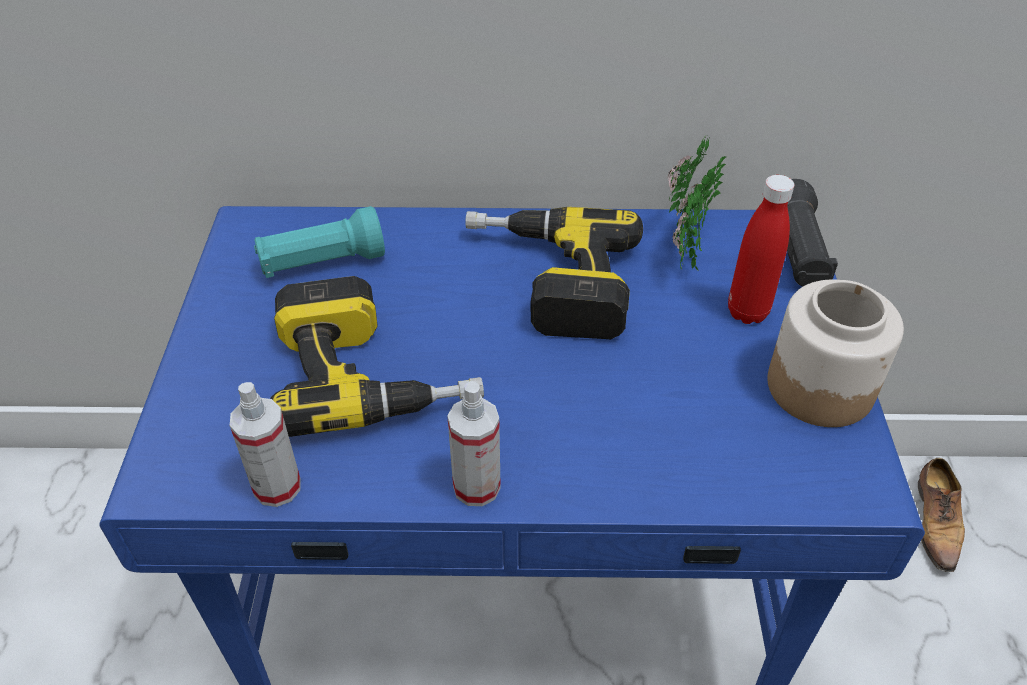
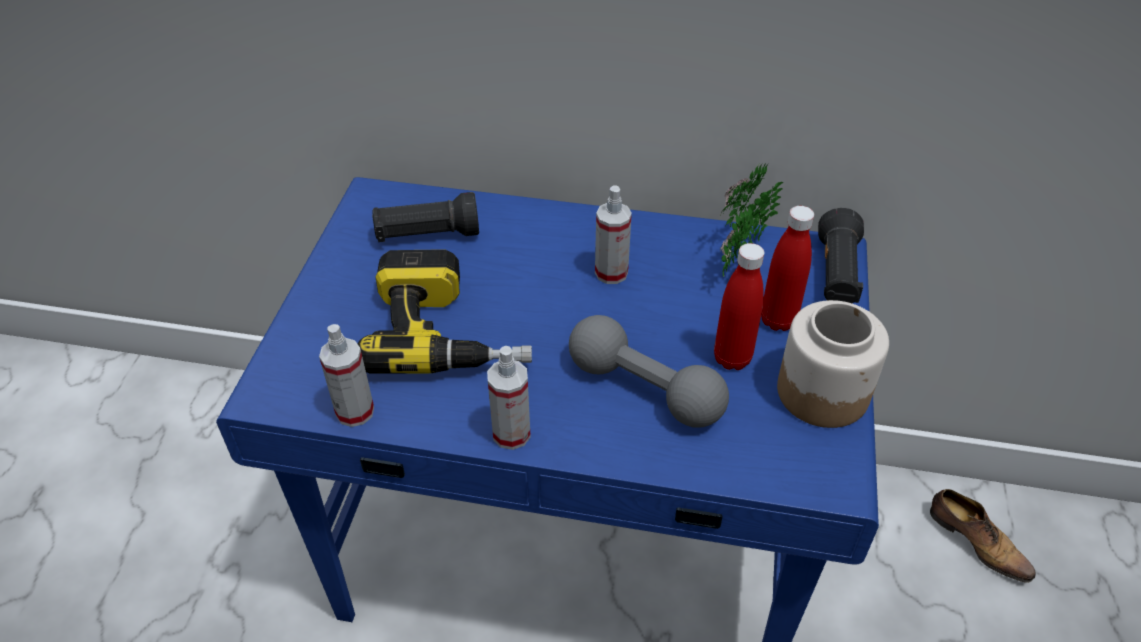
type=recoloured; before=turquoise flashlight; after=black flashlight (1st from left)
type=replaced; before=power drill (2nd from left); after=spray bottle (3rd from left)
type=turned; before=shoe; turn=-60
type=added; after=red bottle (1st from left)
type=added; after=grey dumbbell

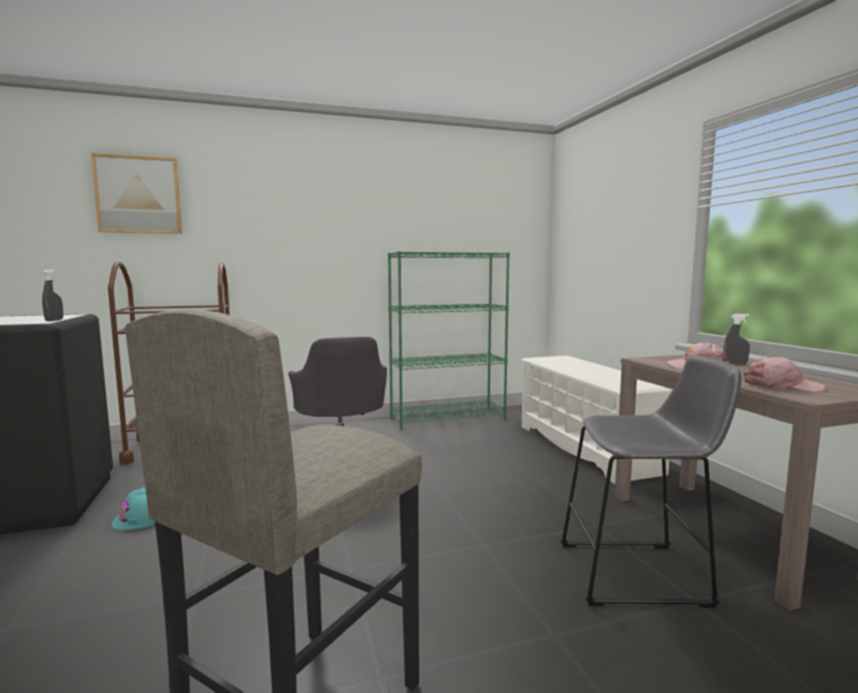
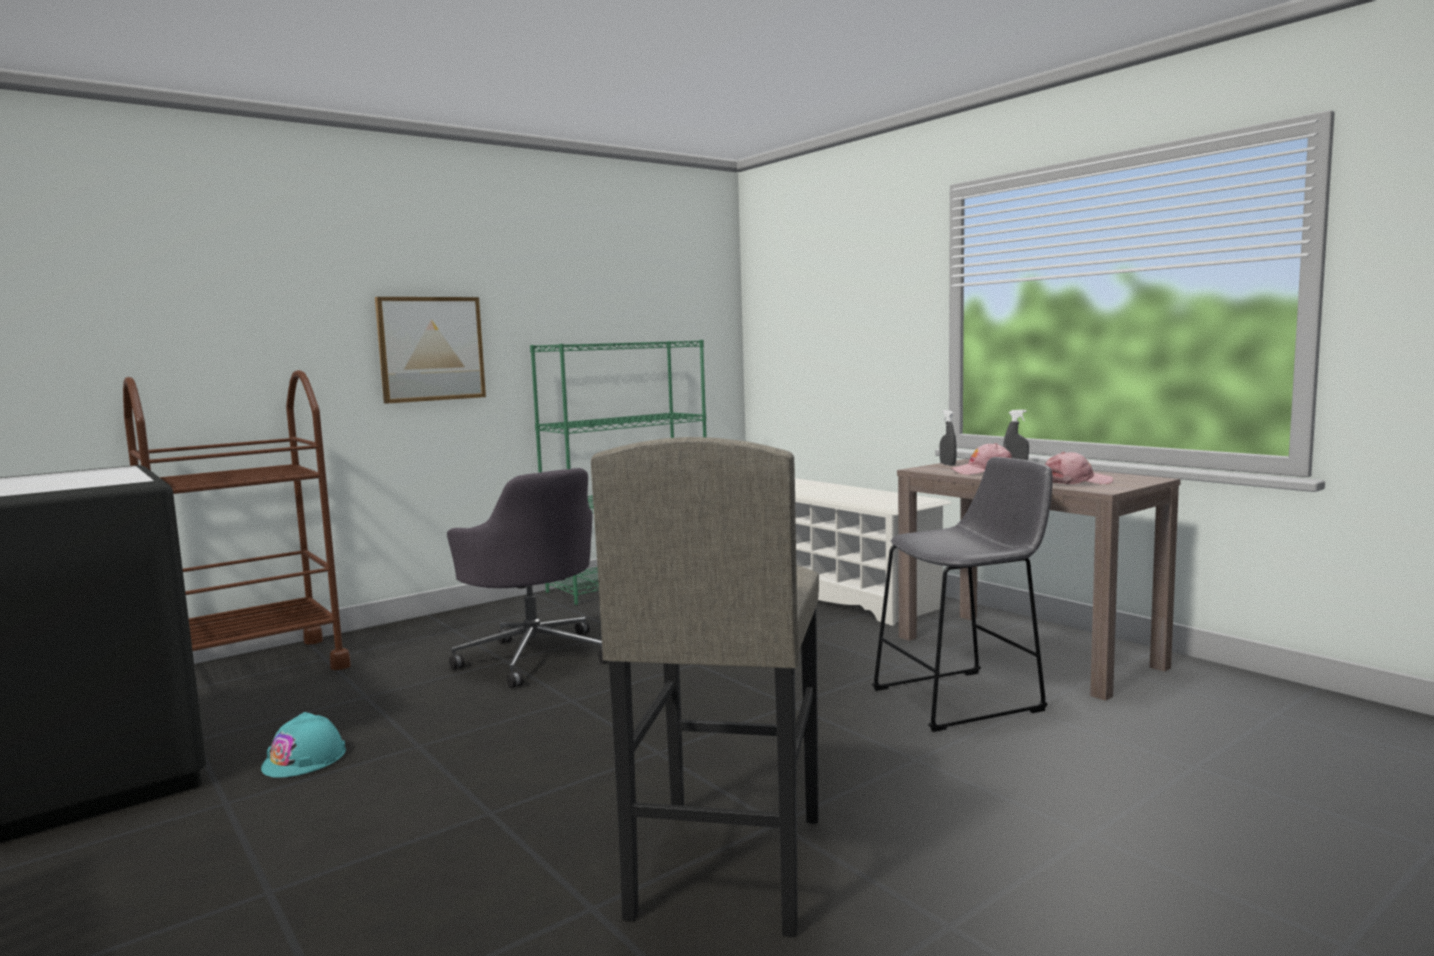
type=moved; before=picture
type=moved; before=grey spray bottle (1st from left)

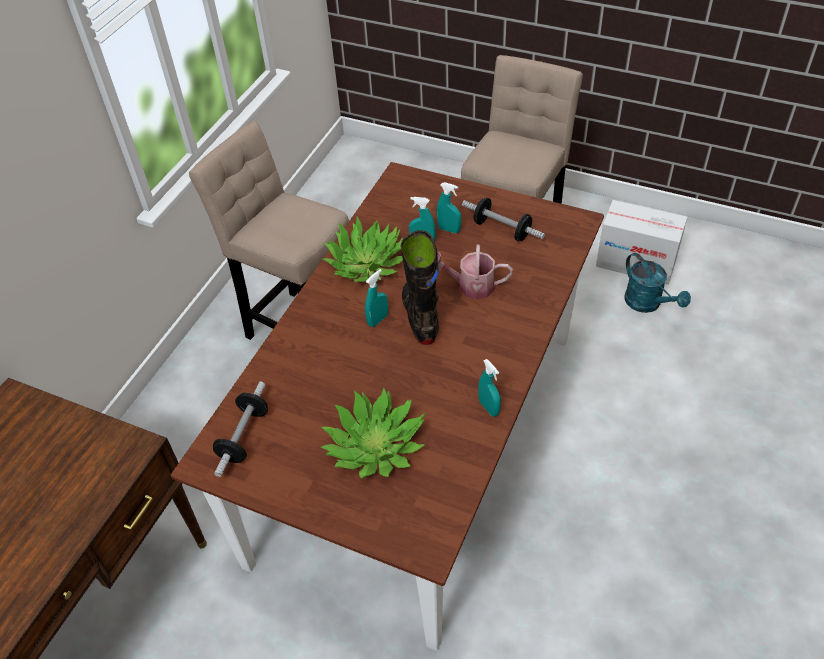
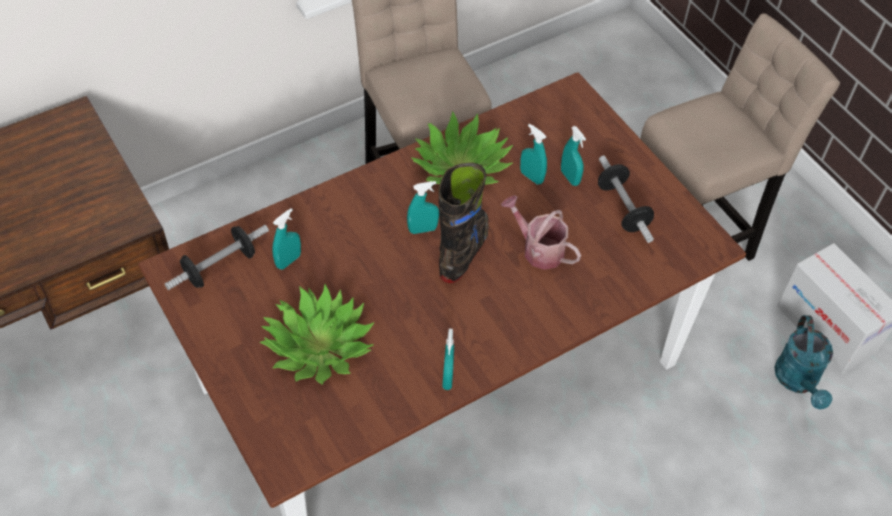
type=added; after=turquoise spray bottle (1st from left)

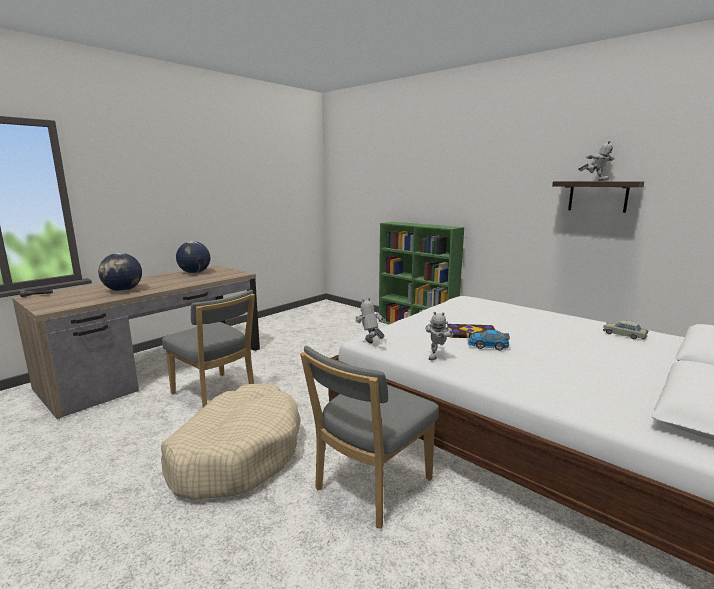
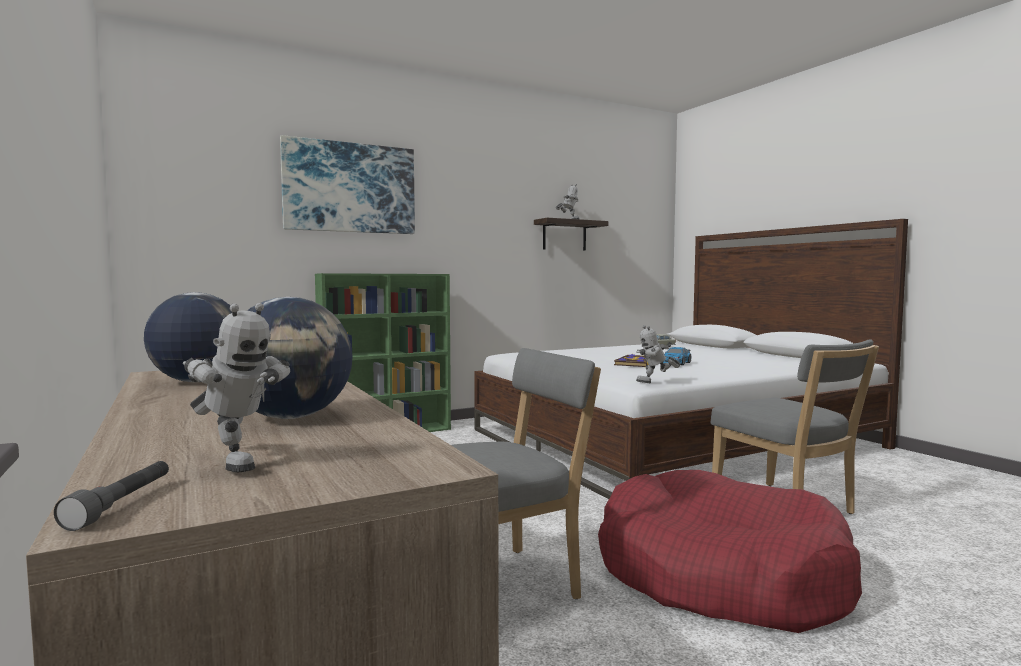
type=moved; before=toy robot (2nd from left in the first image); after=toy robot (1st from left)
type=recoloured; before=beige dog bed; after=red dog bed
type=added; after=picture

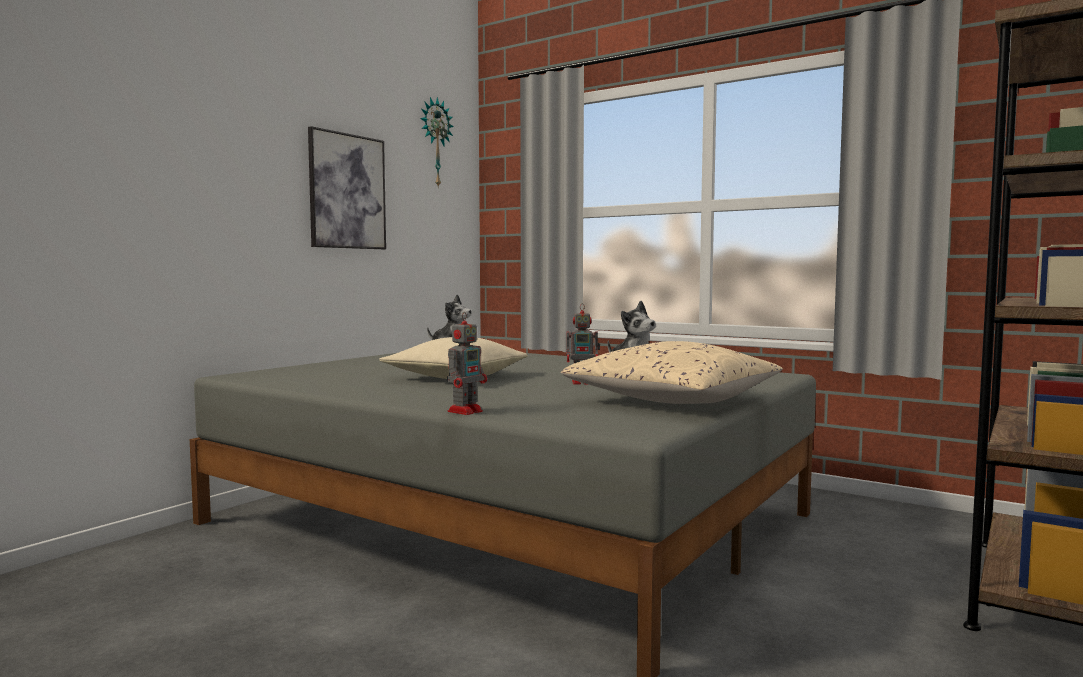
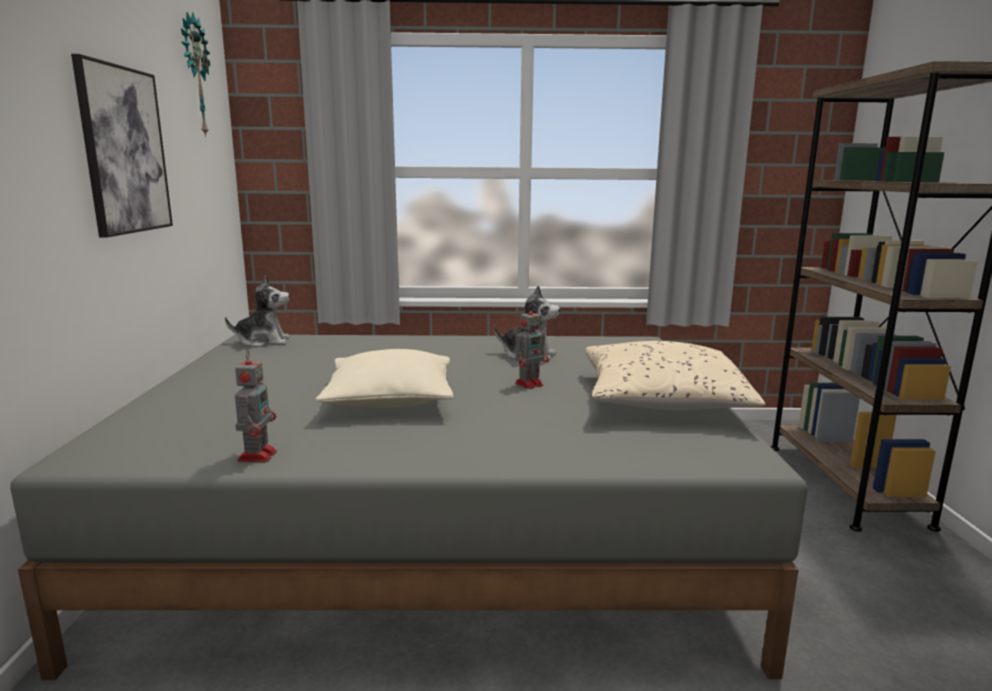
type=moved; before=toy robot (1st from left)

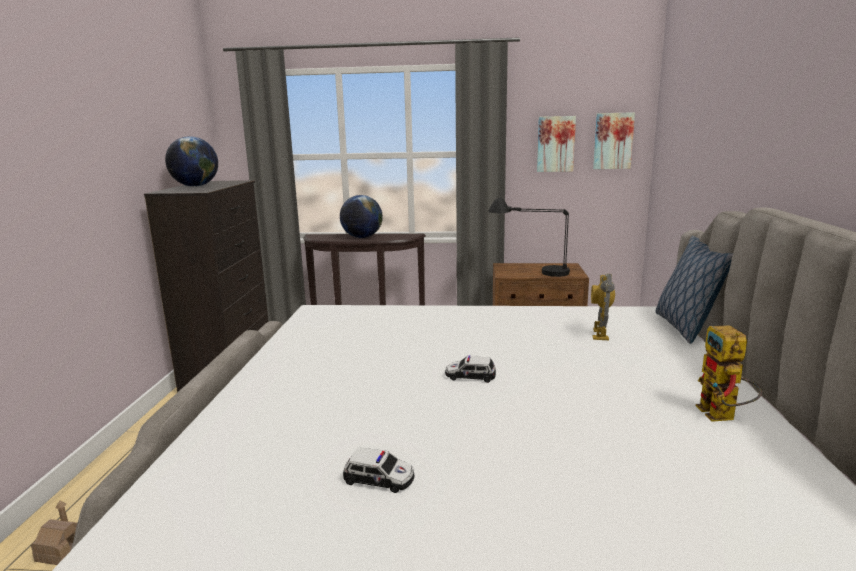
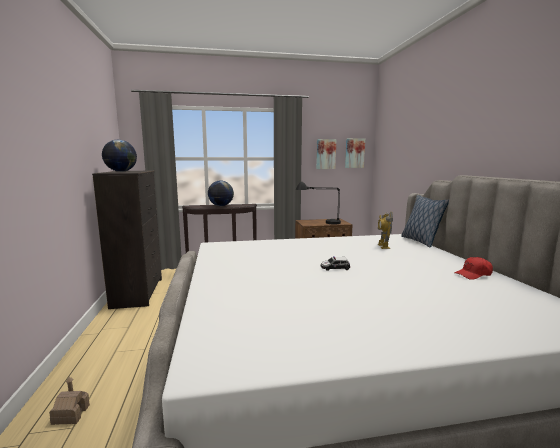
type=replaced; before=toy robot (2nd from left); after=red cap
type=removed; before=toy car (1st from left)

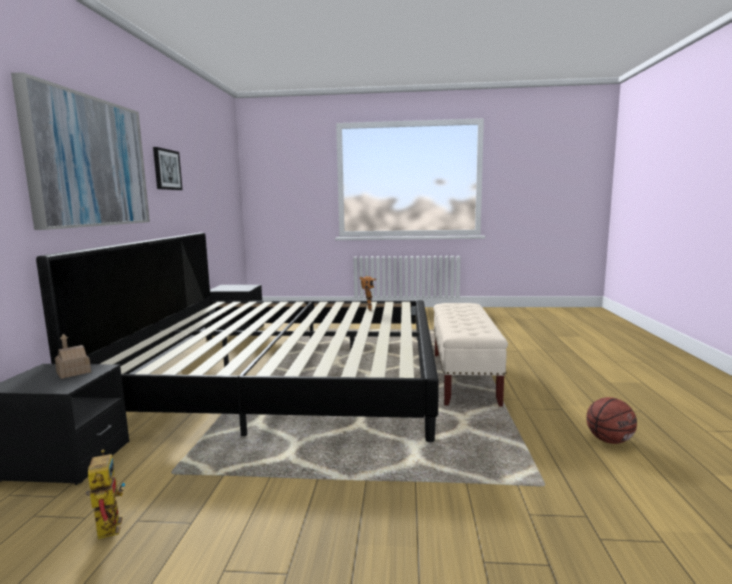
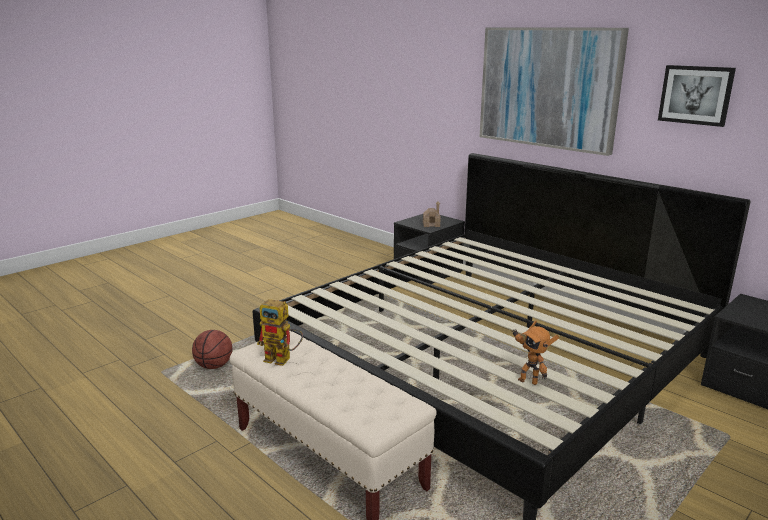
type=moved; before=basketball
type=moved; before=toy robot (1st from left)

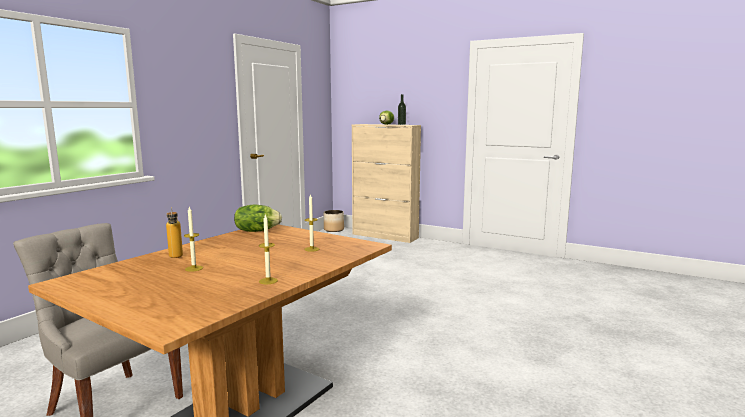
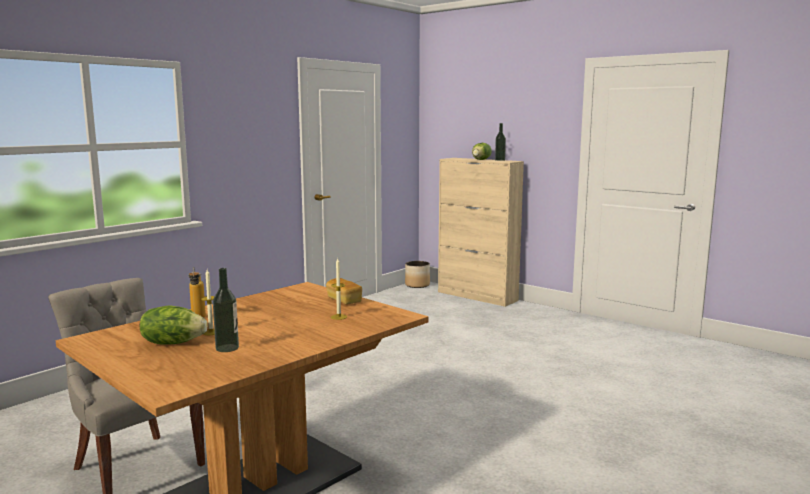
type=moved; before=lettuce (1st from left)
type=removed; before=candle (2nd from left)
type=added; after=bottle (2nd from left)
type=added; after=bread

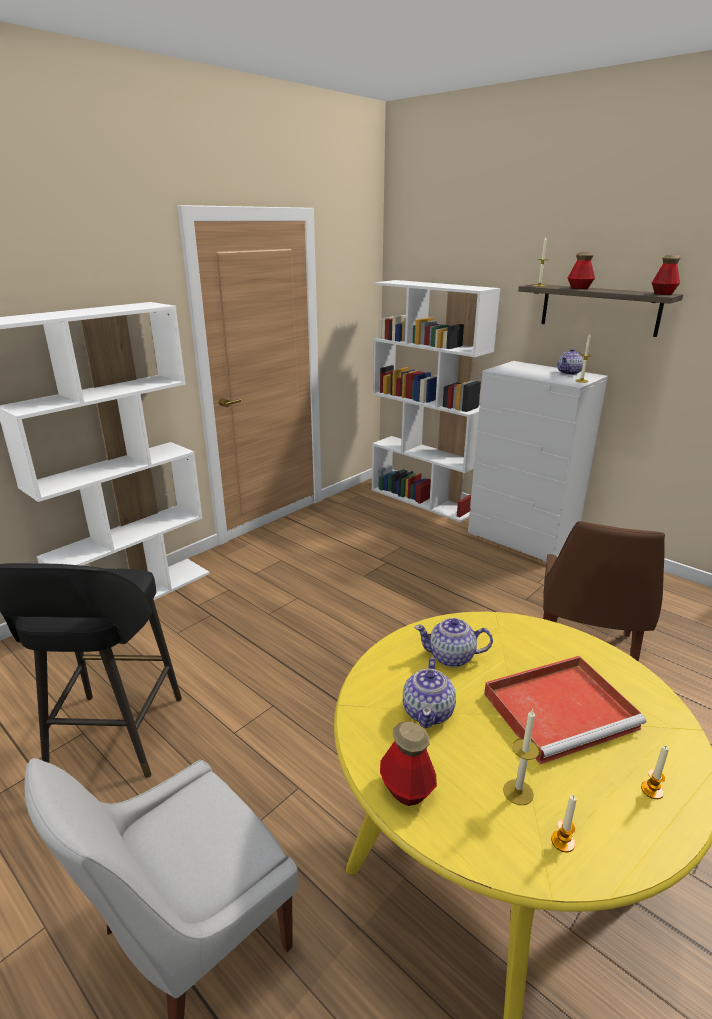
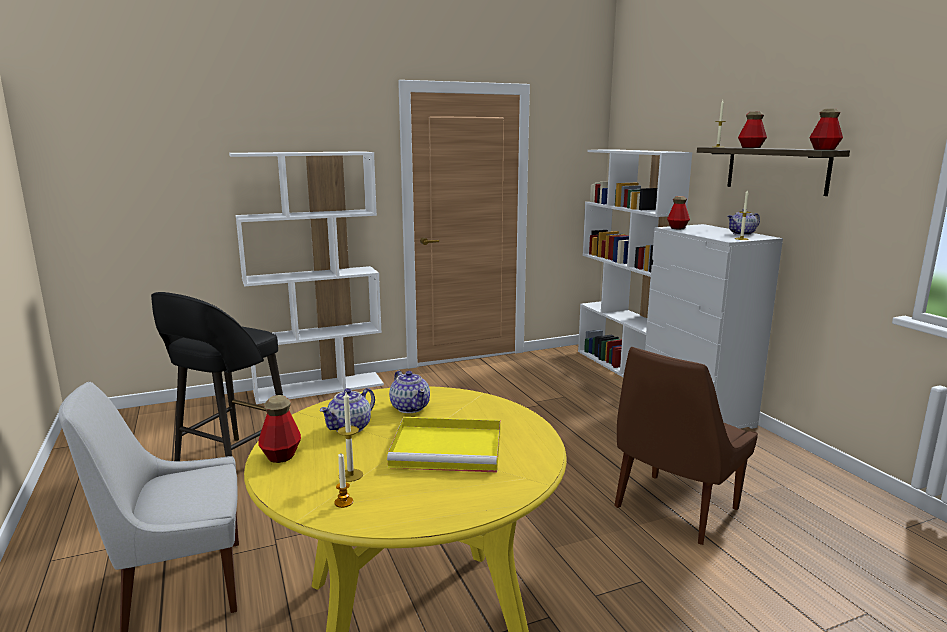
type=turned; before=teapot (2nd from left); turn=-150
type=recoloured; before=red tray; after=yellow tray
type=removed; before=candle (5th from left)
type=added; after=bottle (2nd from left)

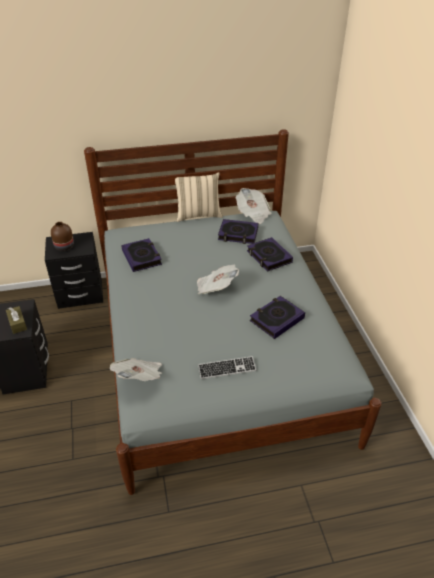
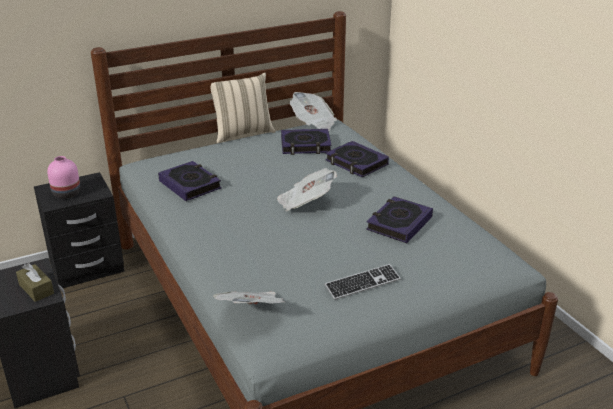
type=recoloured; before=brown vase; after=pink vase

